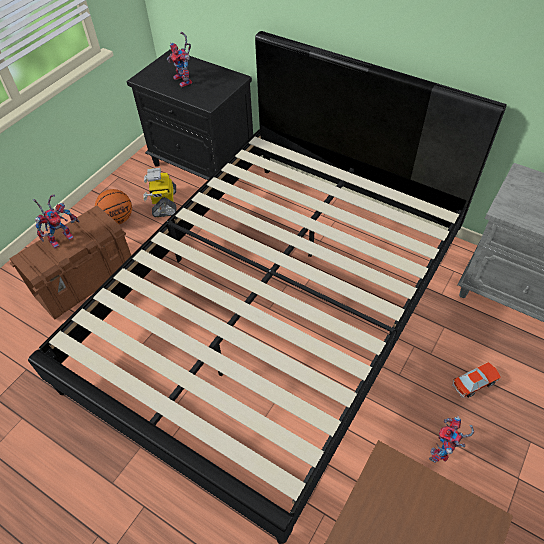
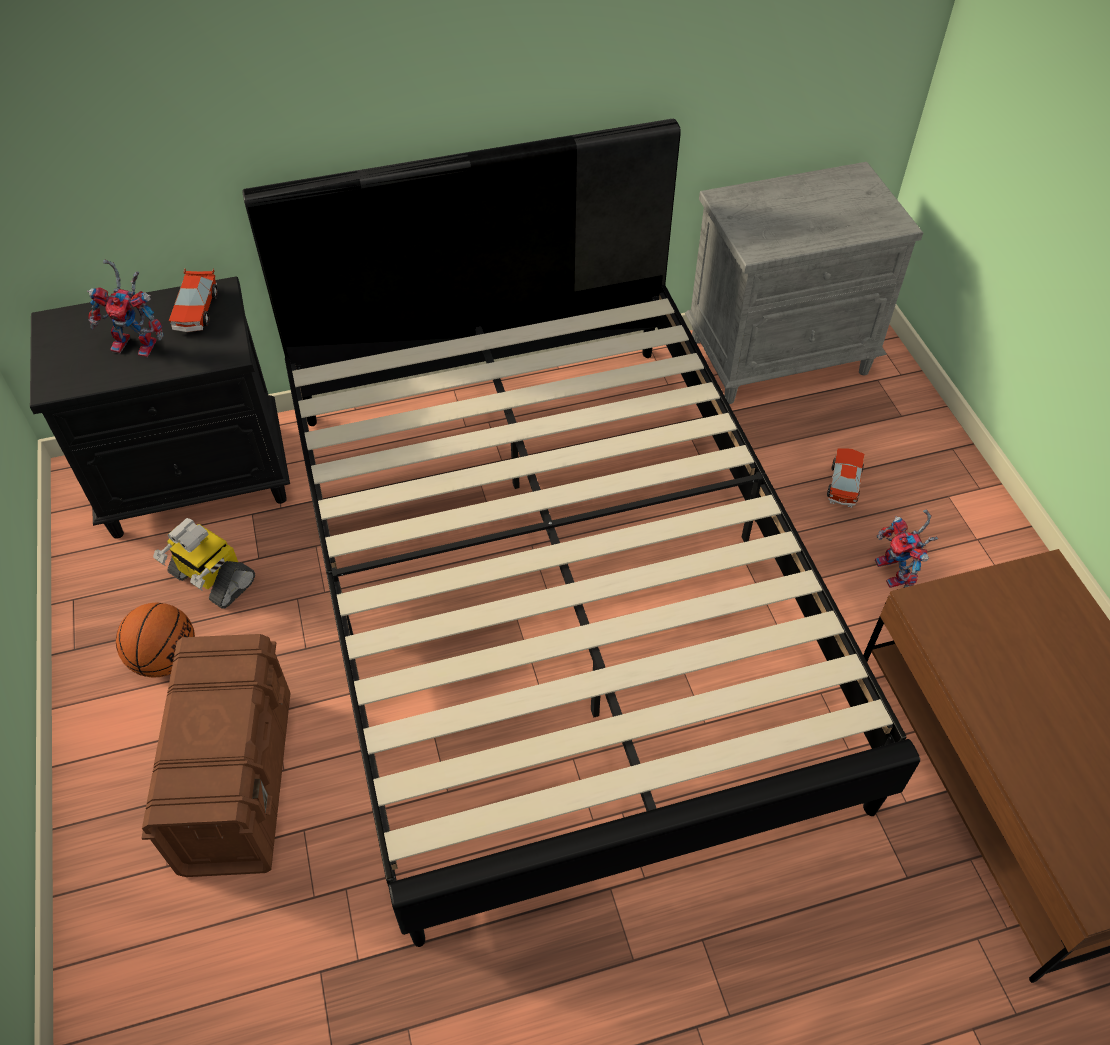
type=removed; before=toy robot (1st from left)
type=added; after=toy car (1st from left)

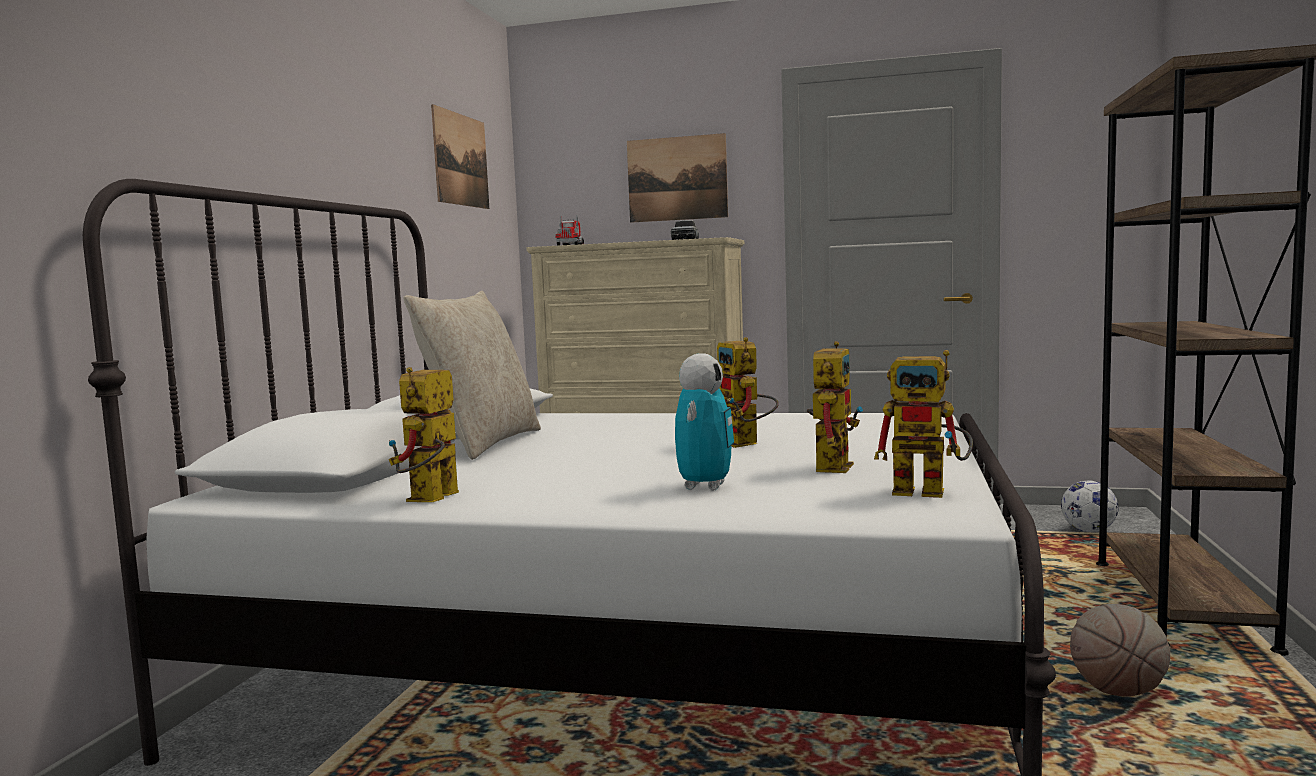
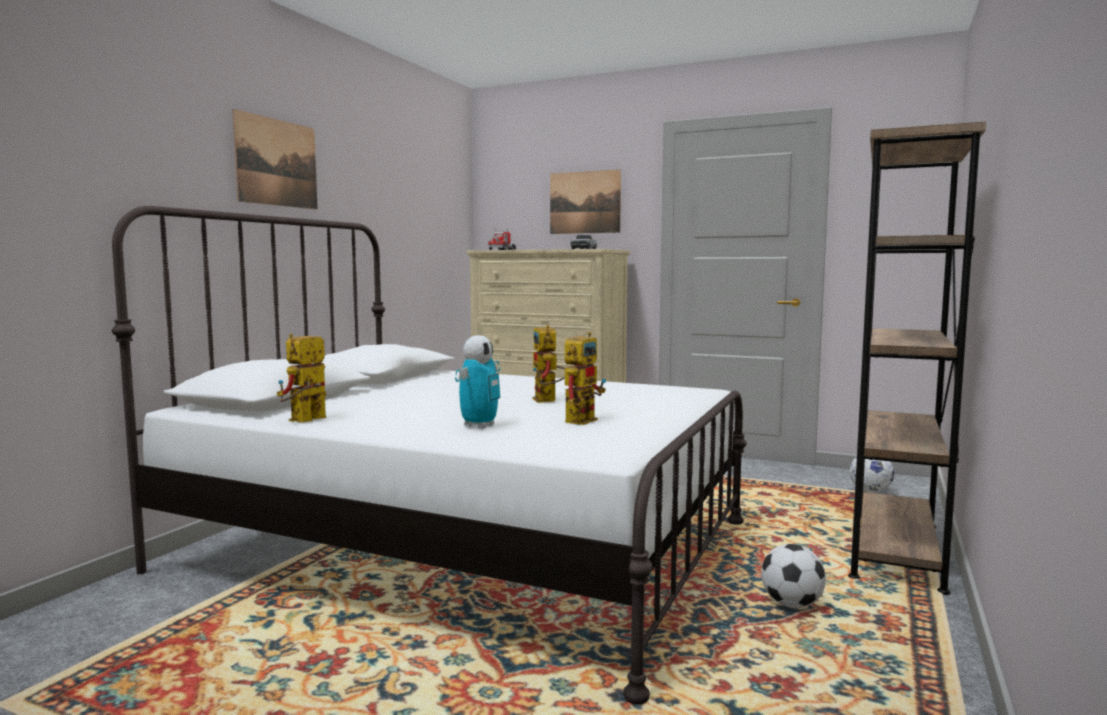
type=moved; before=picture (1st from left)
type=removed; before=beige pillow
type=removed; before=toy robot (5th from left)
type=replaced; before=basketball; after=football (1st from left)

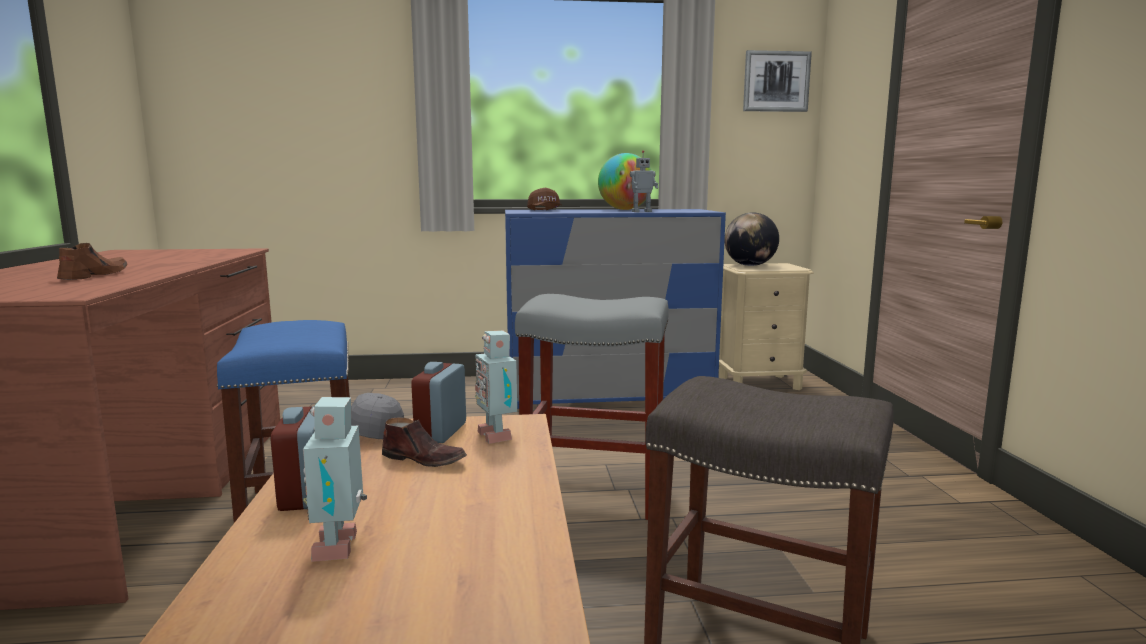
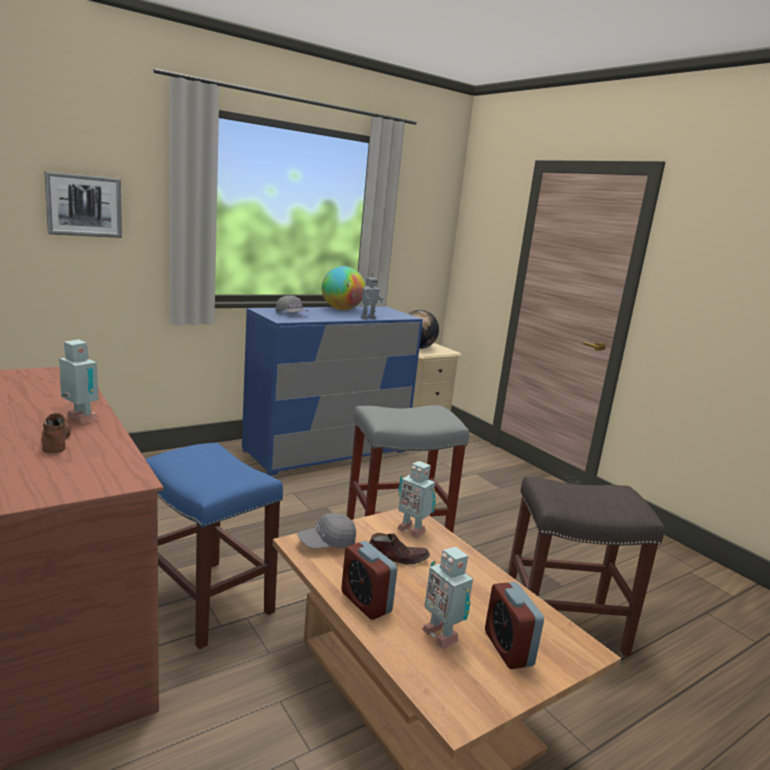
type=moved; before=picture
type=recoloured; before=brown cap; after=grey cap (1st from left)
type=moved; before=alarm clock (2nd from left)
type=added; after=toy robot (1st from left)

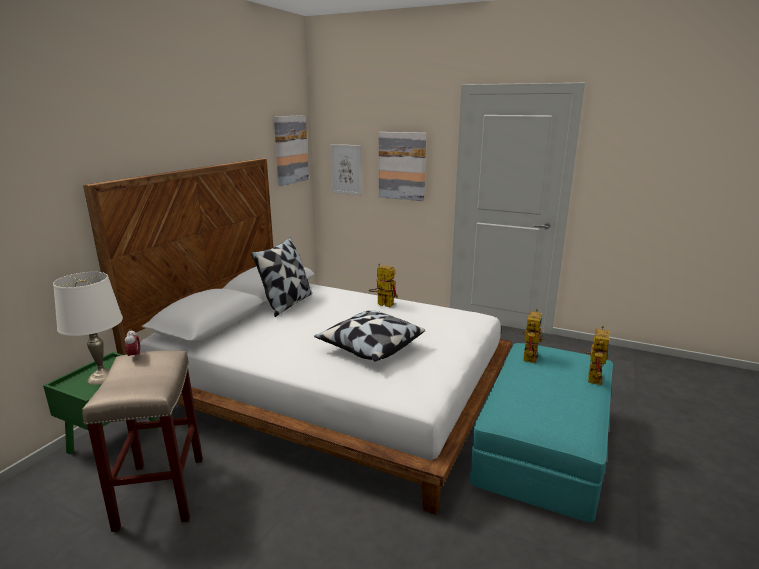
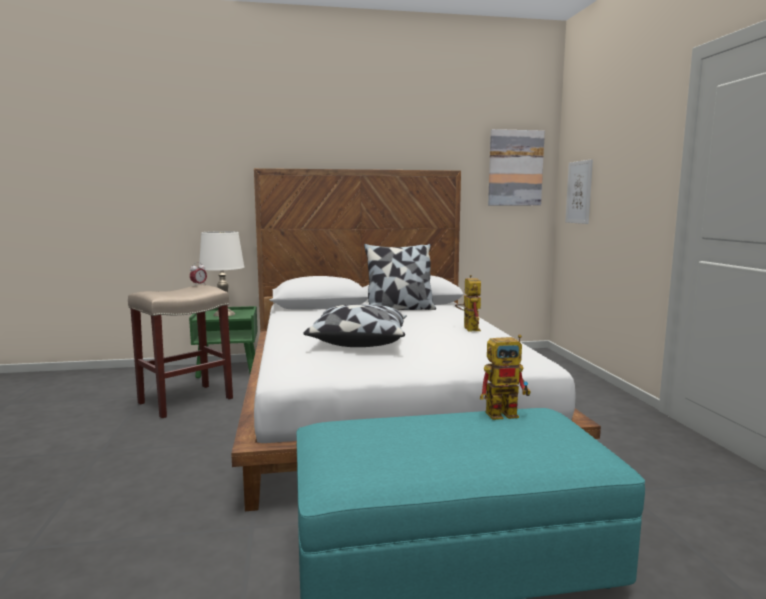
type=removed; before=picture (3rd from left)
type=removed; before=toy robot (3rd from left)

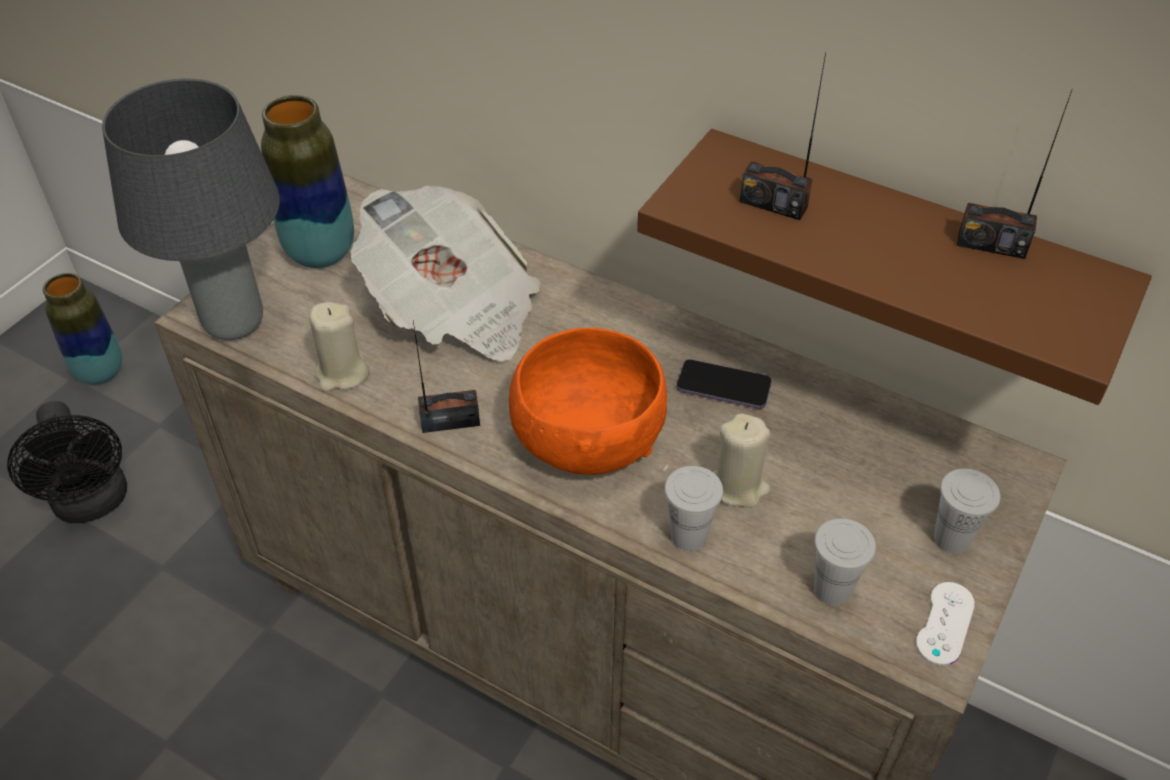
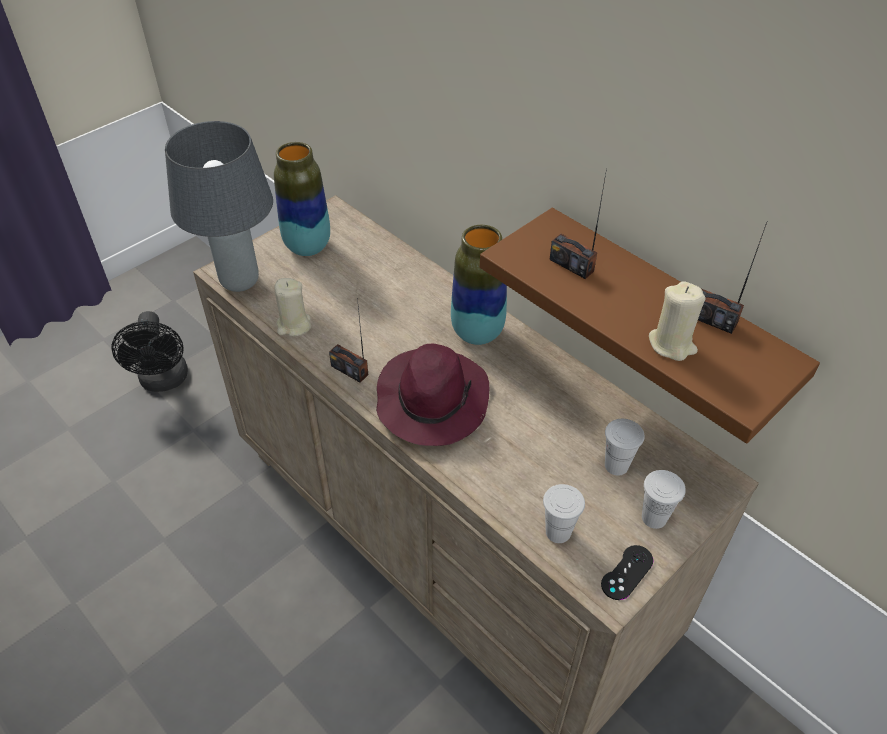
type=removed; before=newspaper
type=moved; before=vase (1st from left in the first image); after=vase (2nd from left)
type=turned; before=radio (1st from left); turn=-150
type=replaced; before=orange bowl; after=purple hat
type=removed; before=phone
type=moved; before=beige candle (2nd from left)
type=moved; before=white cup (1st from left in the first image); after=white cup (2nd from left)
type=recoloured; before=white game controller; after=black game controller

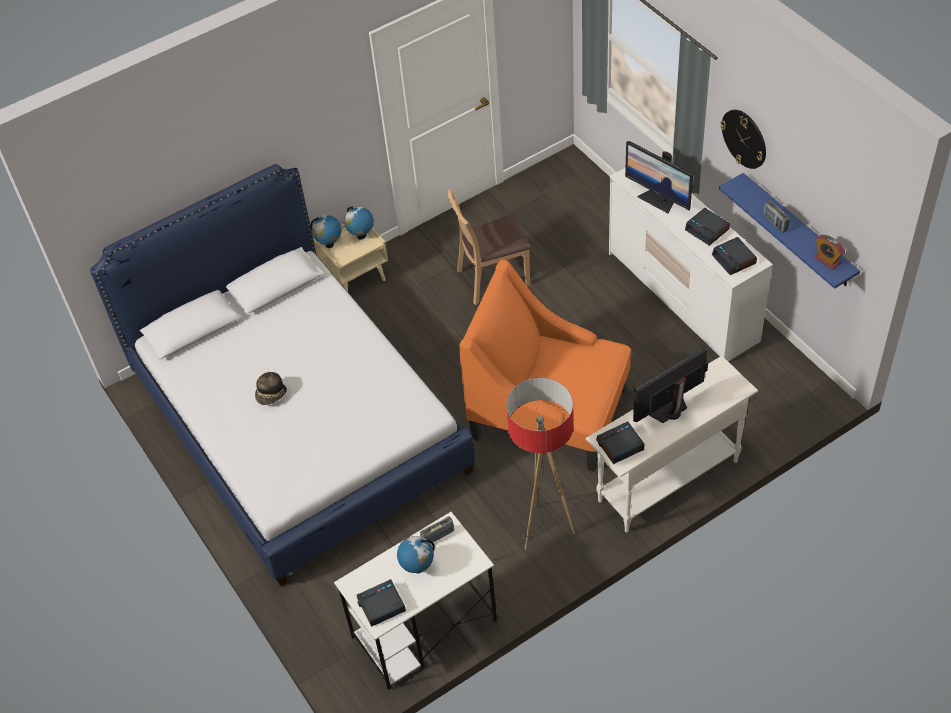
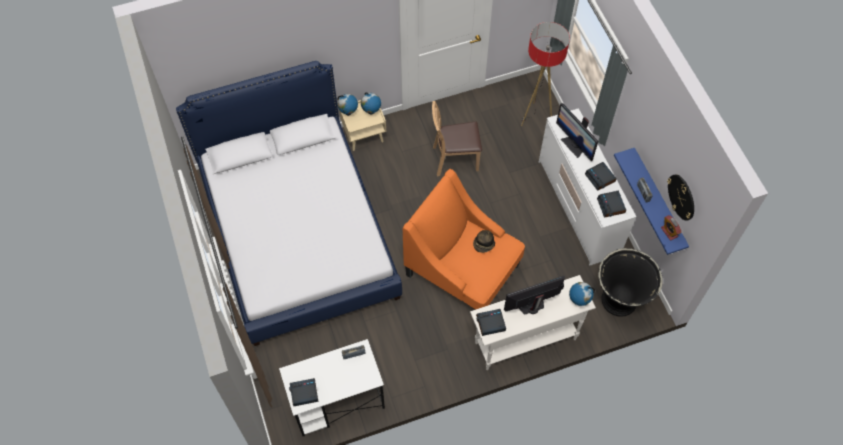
type=moved; before=wall clock
type=moved; before=hat
type=moved; before=floor lamp
type=moved; before=globe (3rd from left)
type=added; after=black planter

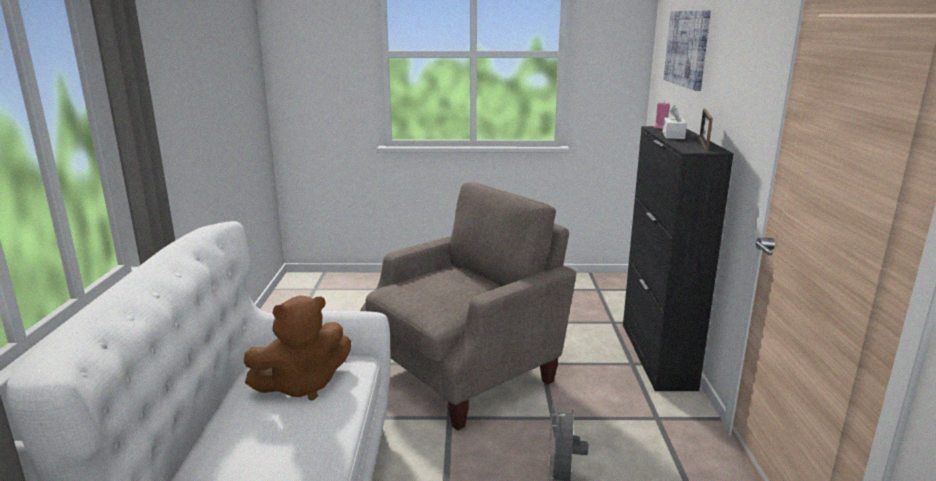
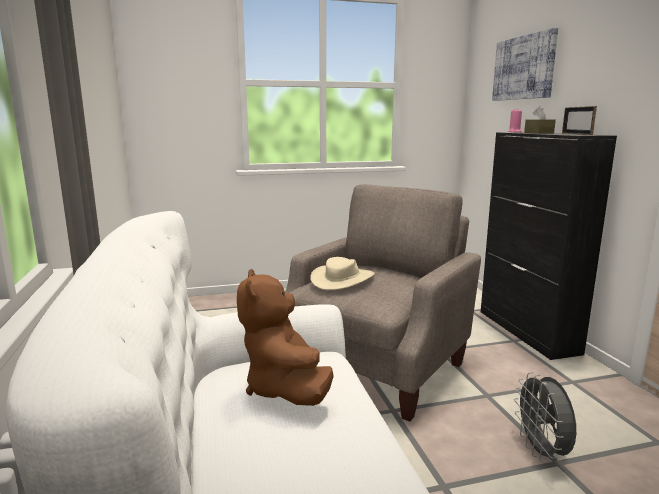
type=recoloured; before=white tissue box; after=brown tissue box
type=turned; before=brown plush toy; turn=120
type=added; after=beige hat

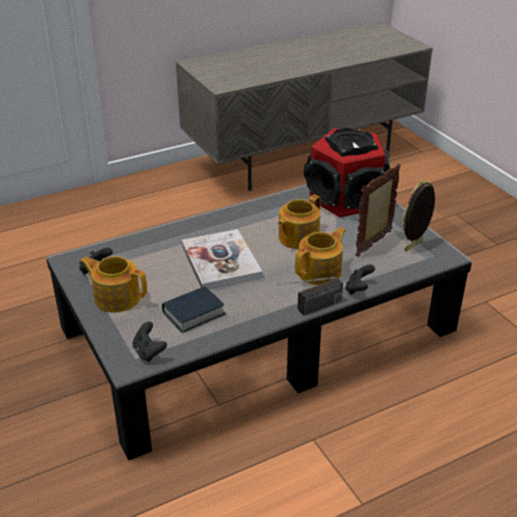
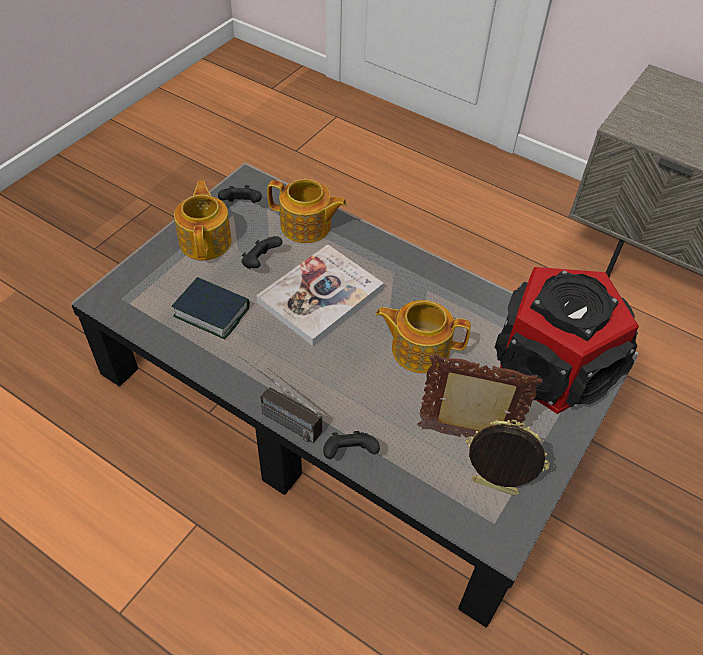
type=moved; before=teapot (3rd from left in the first image); after=teapot (2nd from left)
type=moved; before=black game controller (2nd from left)

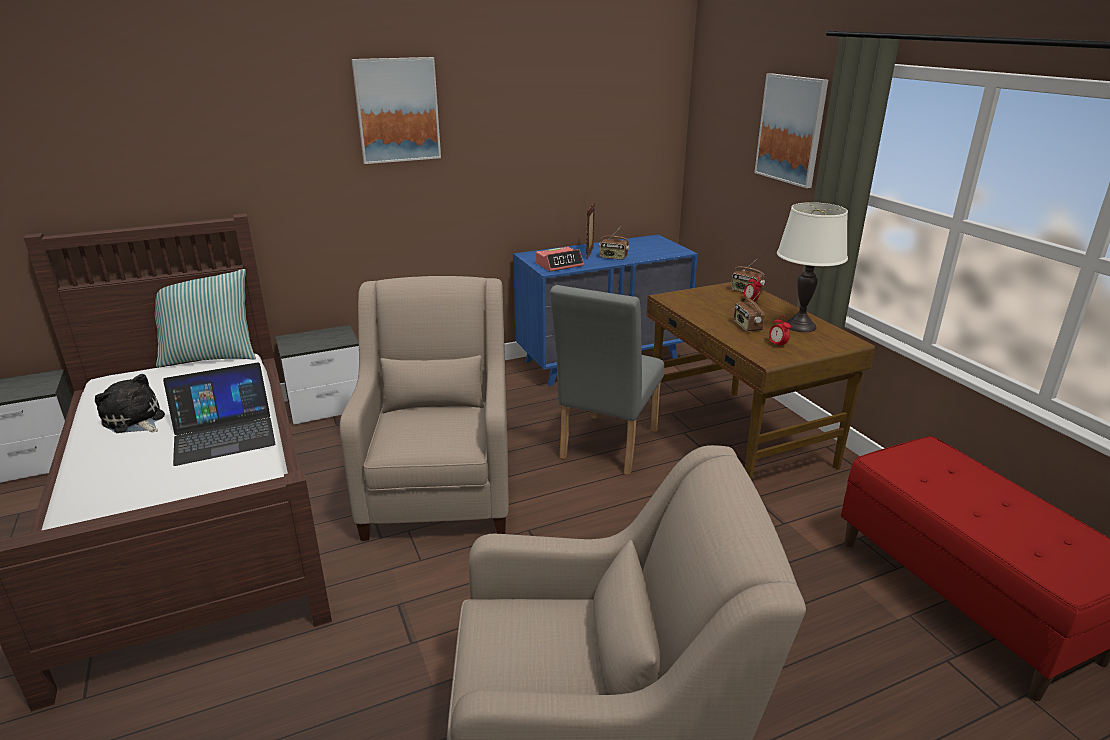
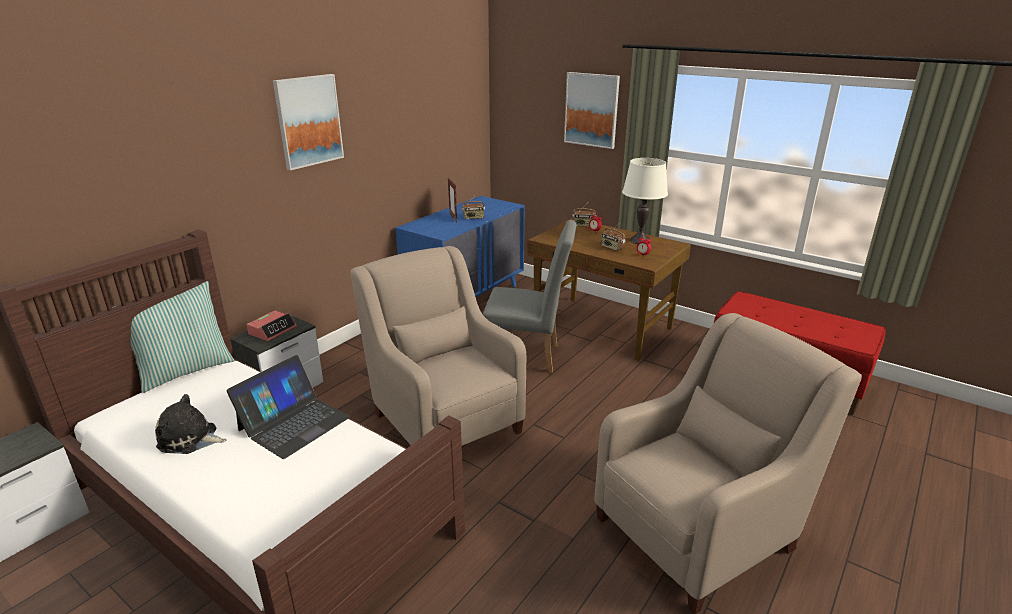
type=moved; before=alarm clock (1st from left)
type=turned; before=grey chair; turn=-75

